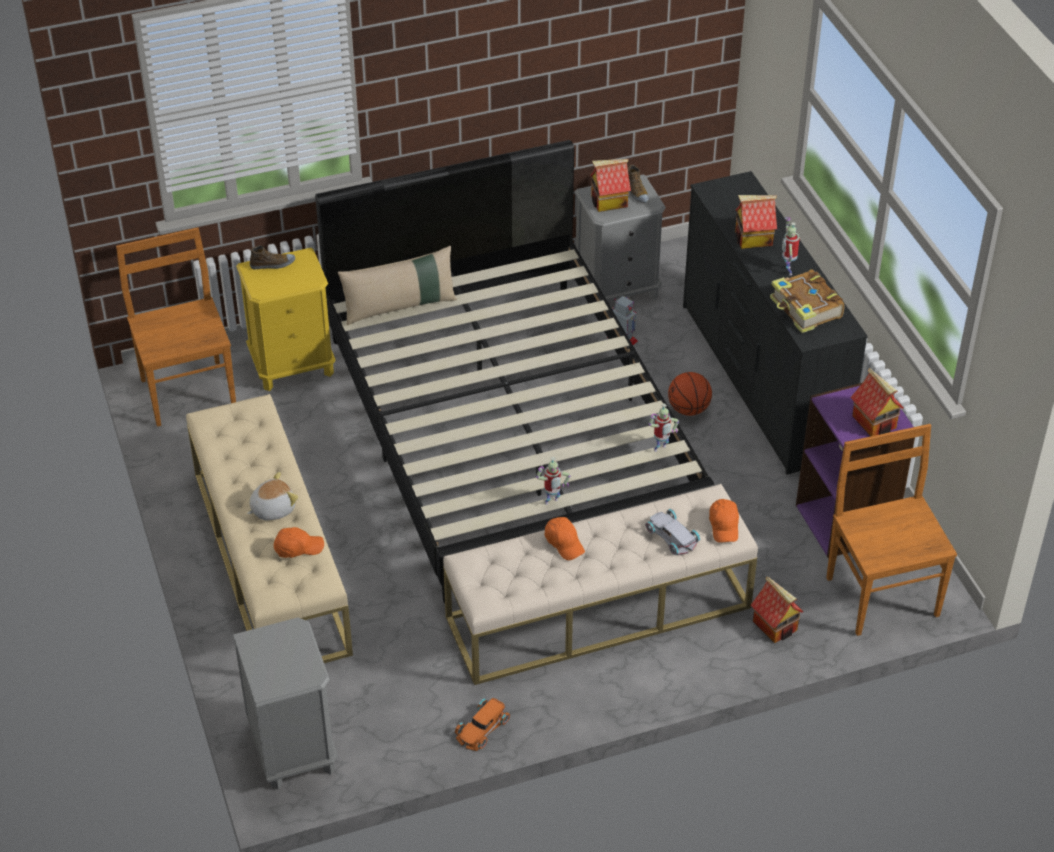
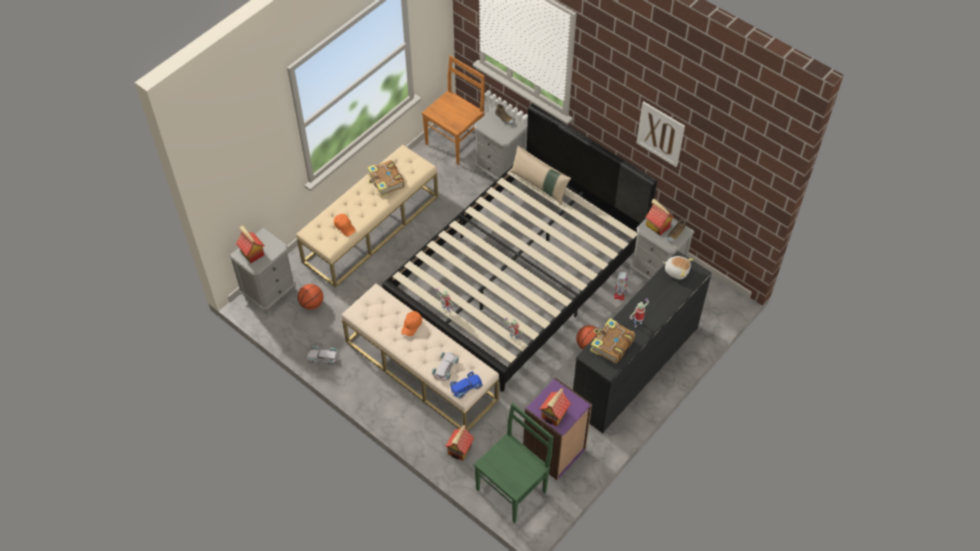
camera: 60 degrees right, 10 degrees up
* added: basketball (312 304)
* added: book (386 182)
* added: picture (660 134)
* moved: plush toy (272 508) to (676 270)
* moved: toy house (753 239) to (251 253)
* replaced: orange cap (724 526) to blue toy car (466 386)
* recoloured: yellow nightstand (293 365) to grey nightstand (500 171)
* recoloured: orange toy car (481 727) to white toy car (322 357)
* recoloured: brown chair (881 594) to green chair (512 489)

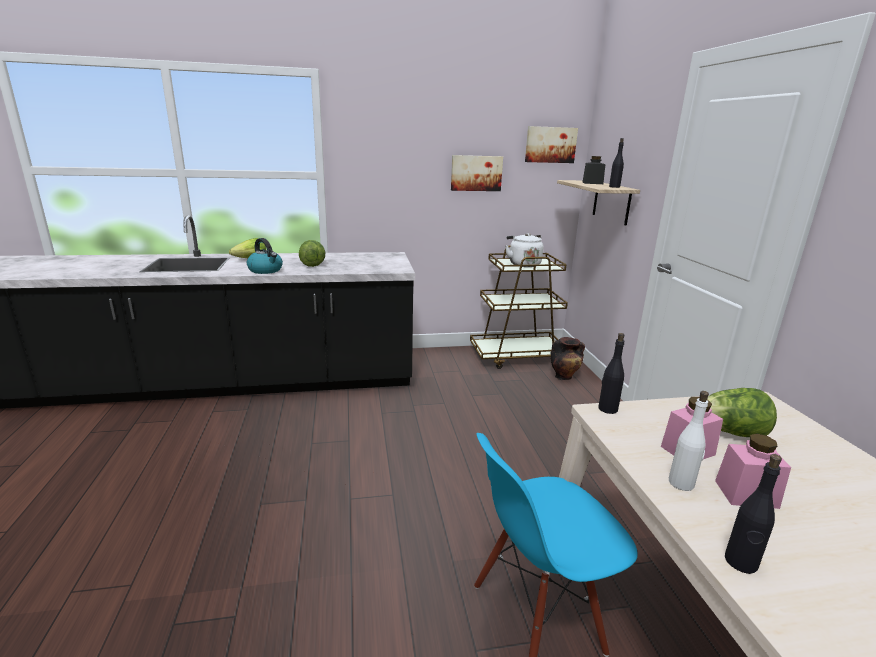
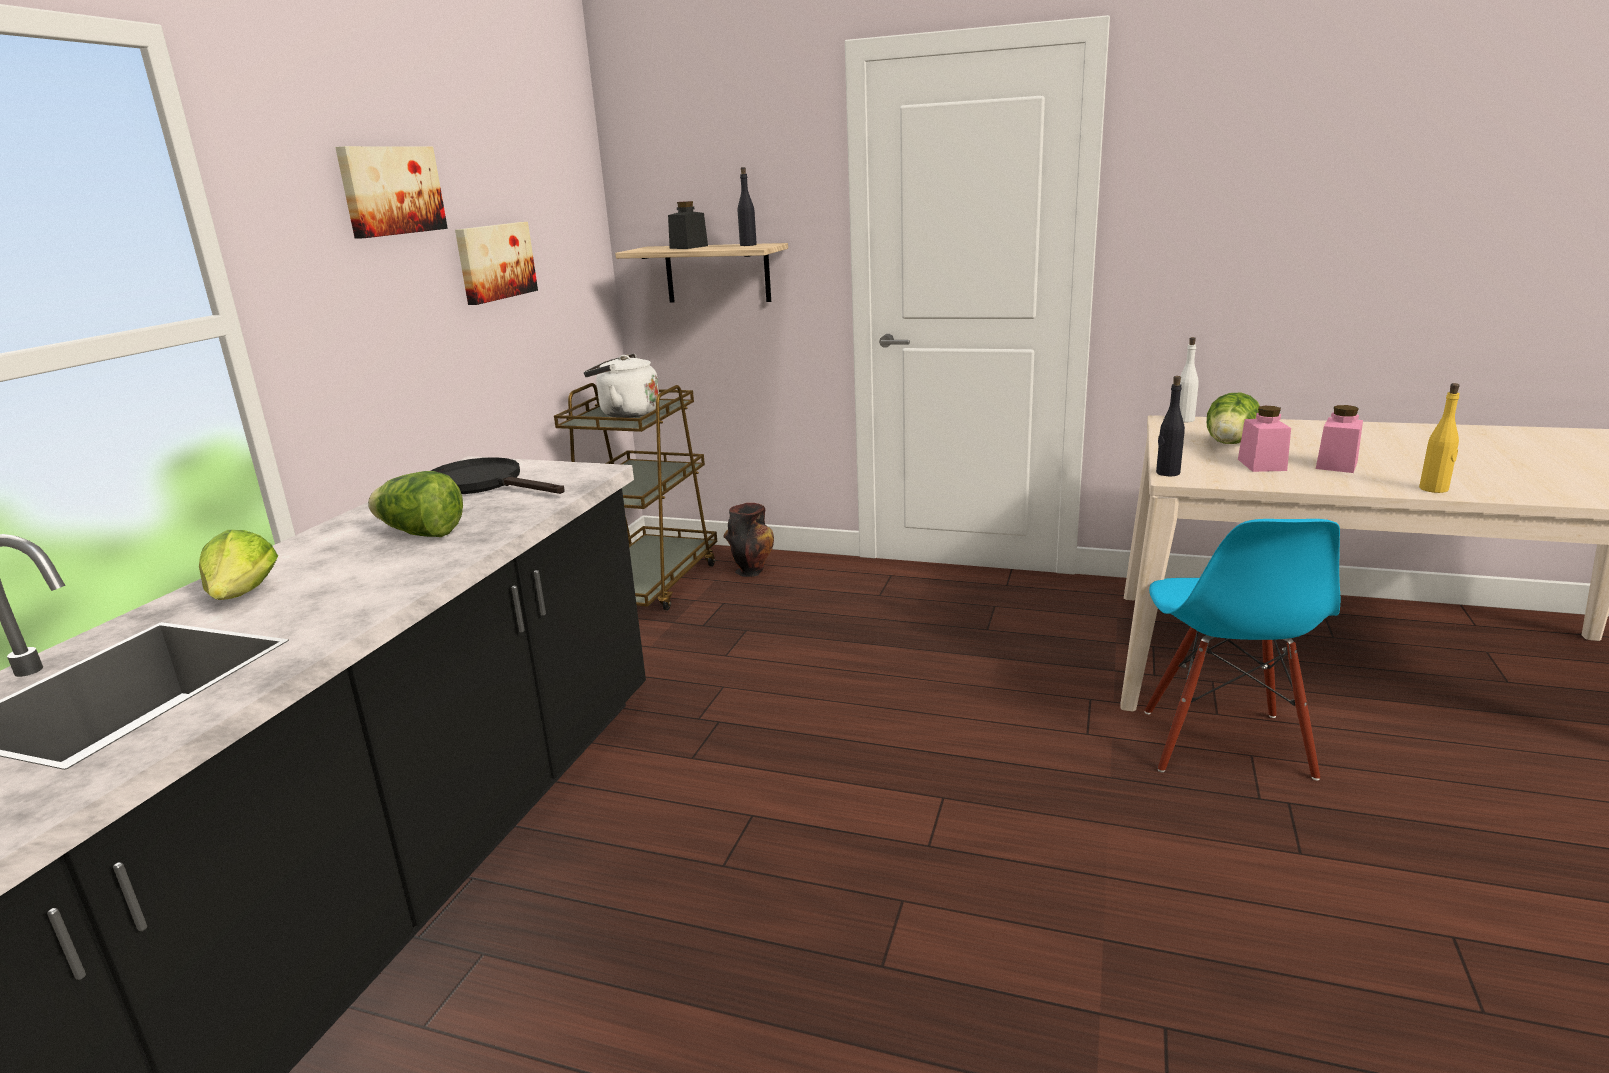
camera: 60 degrees left, 0 degrees up
* removed: kettle (266 270)
* added: black frying pan (485 484)
* moved: picture (550 145) to (390 191)
* moved: white bottle (681 483) to (1184 420)
* recoloured: black bottle (740 562) to yellow bottle (1434 489)

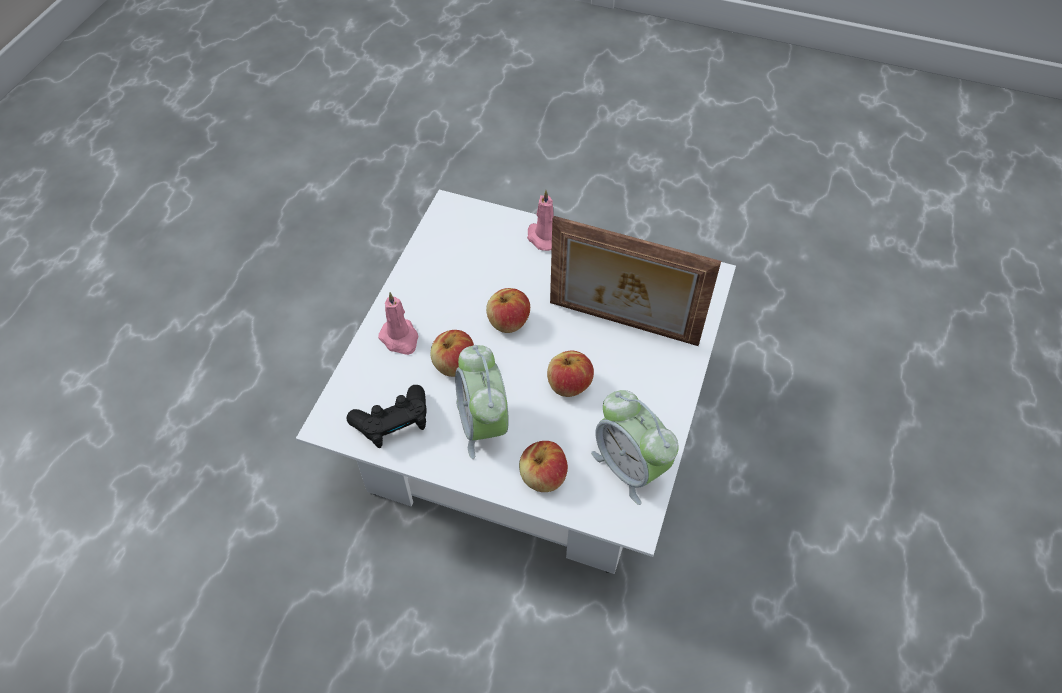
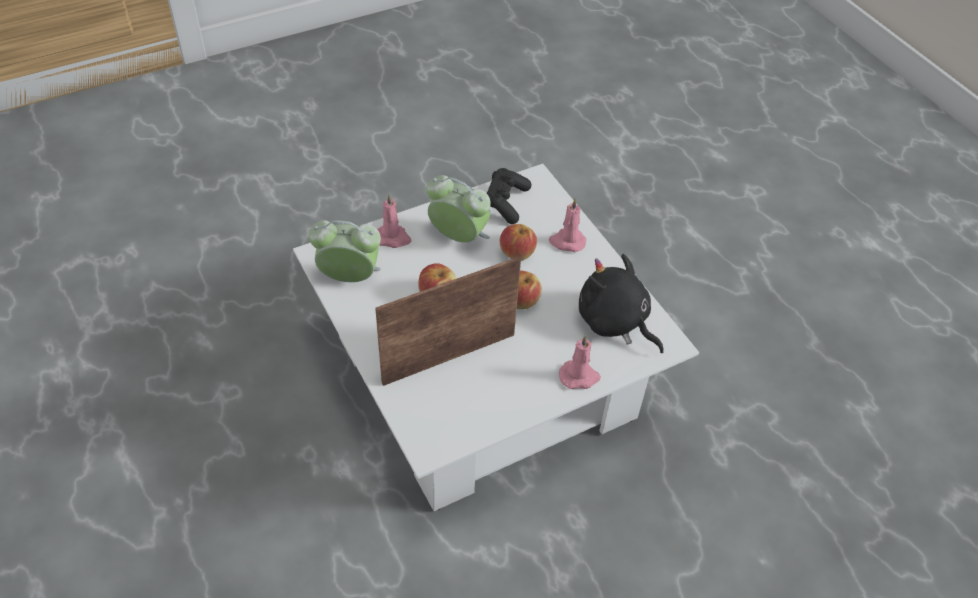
camera: 130 degrees right, 5 degrees down
* added: black plush toy (615 322)
* replaced: apple (543 476) to pink candle (393 238)

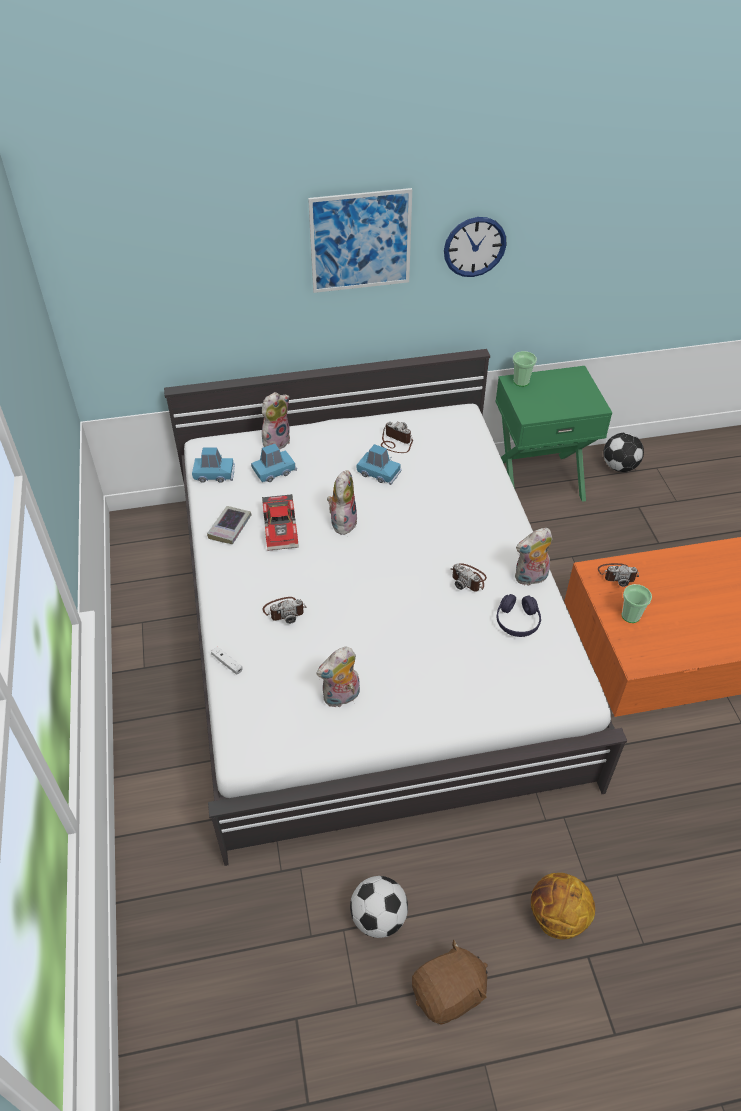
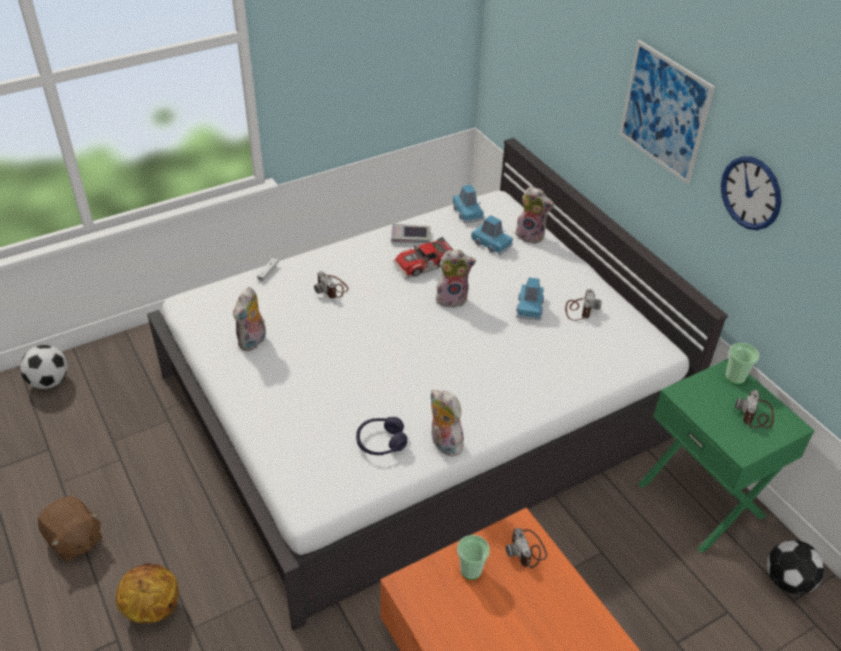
camera: 70 degrees right, 5 degrees down
* moved: football (378 917) to (49 382)
* moved: photo camera (468 579) to (756 414)
* turned: plush toy (341 697) = (253 342) 105 degrees counterclockwise

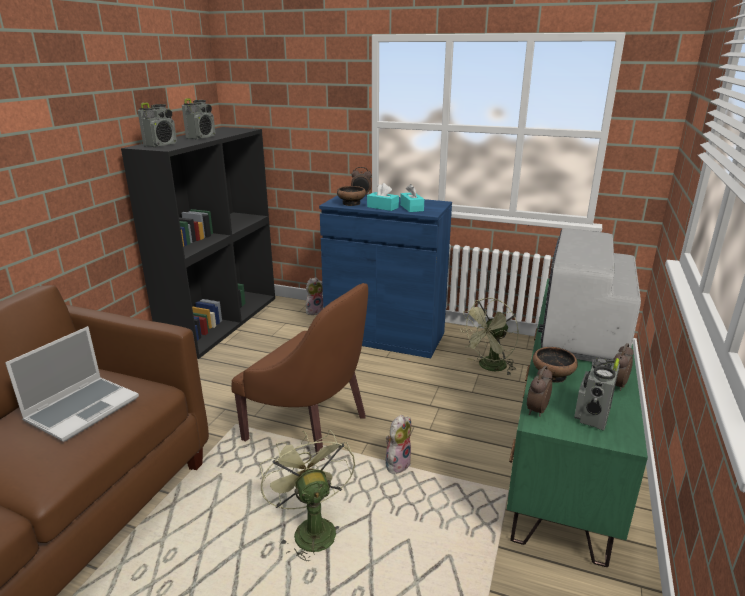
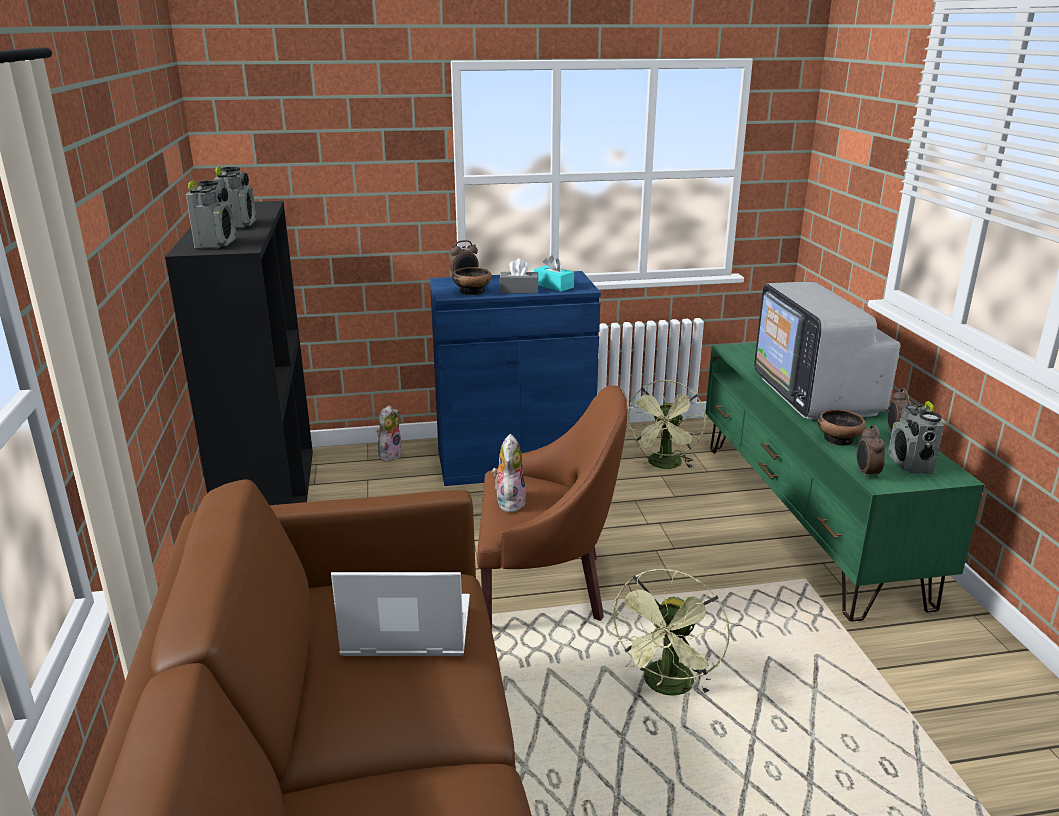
camera: 30 degrees left, 0 degrees up
* moved: plush toy (397 463) to (509 502)
* recoloured: turquoise tissue box (382 207) to grey tissue box (519 290)
* turned: laptop (83 408) = (405 629) 90 degrees counterclockwise
* turned: green fan (310 528) = (667 688) 105 degrees counterclockwise

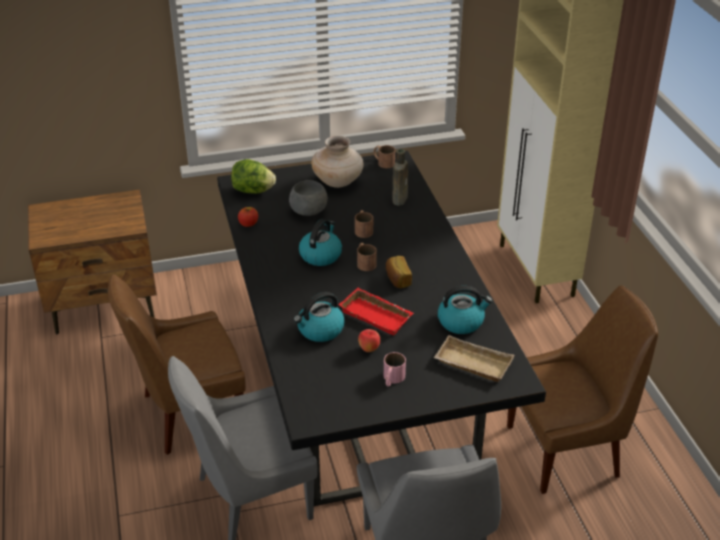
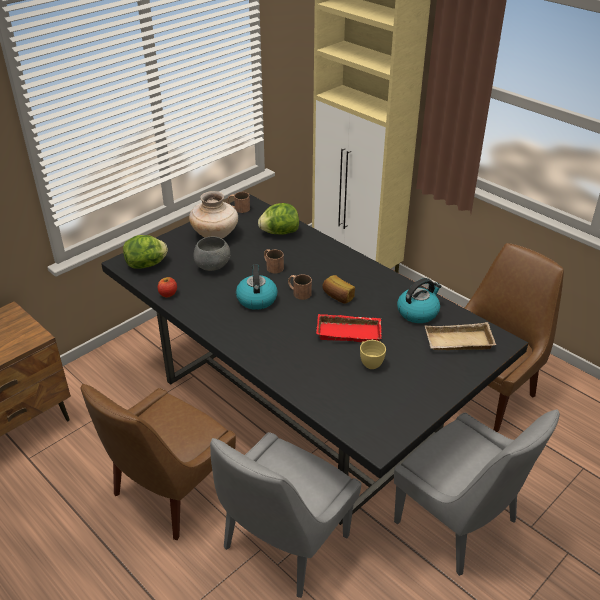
camera: 30 degrees left, 0 degrees up
* removed: kettle (320 330)
* removed: pink mug (392 379)
* replaced: apple (369 349) to yellow cup (369 362)
* replaced: brown bottle (400 199) to lettuce (279 233)

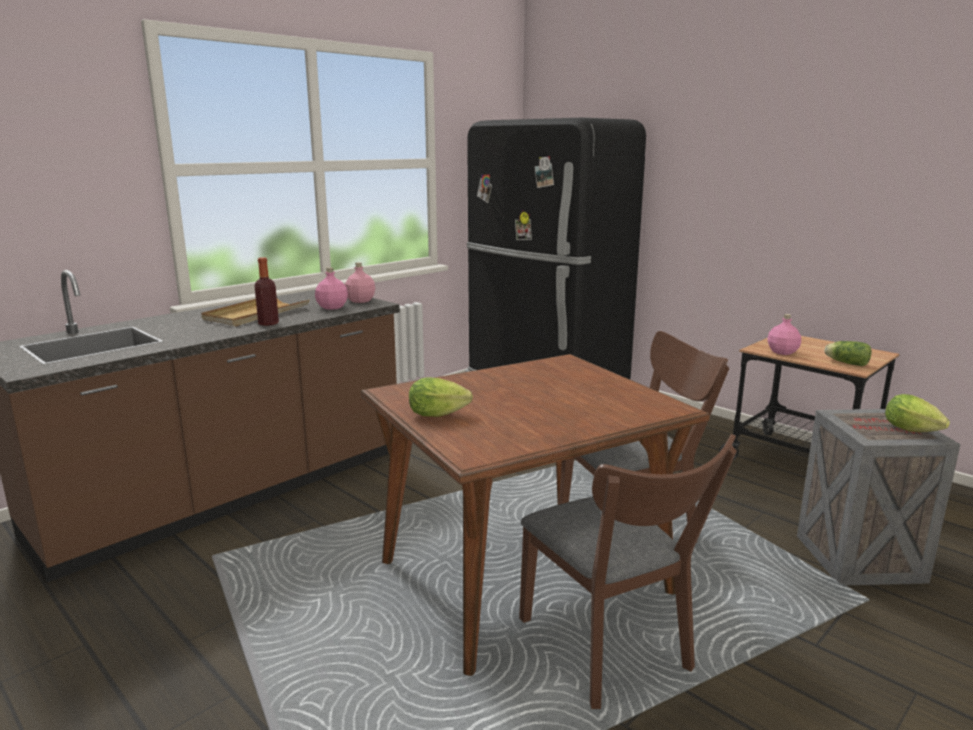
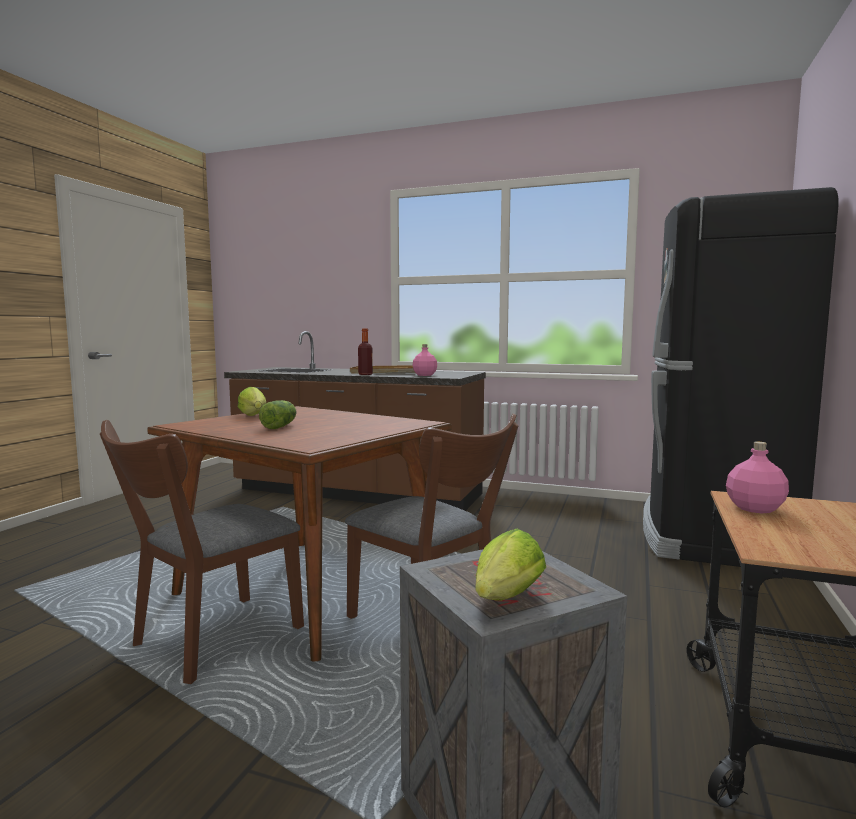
camera: 65 degrees right, 10 degrees down
* removed: pink bottle (360 301)
* moved: lettuce (845 363) to (281 426)

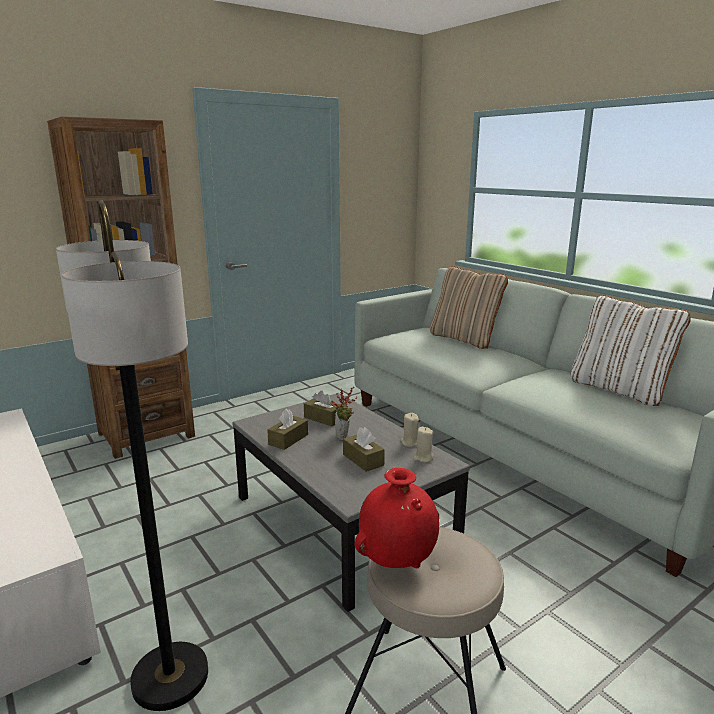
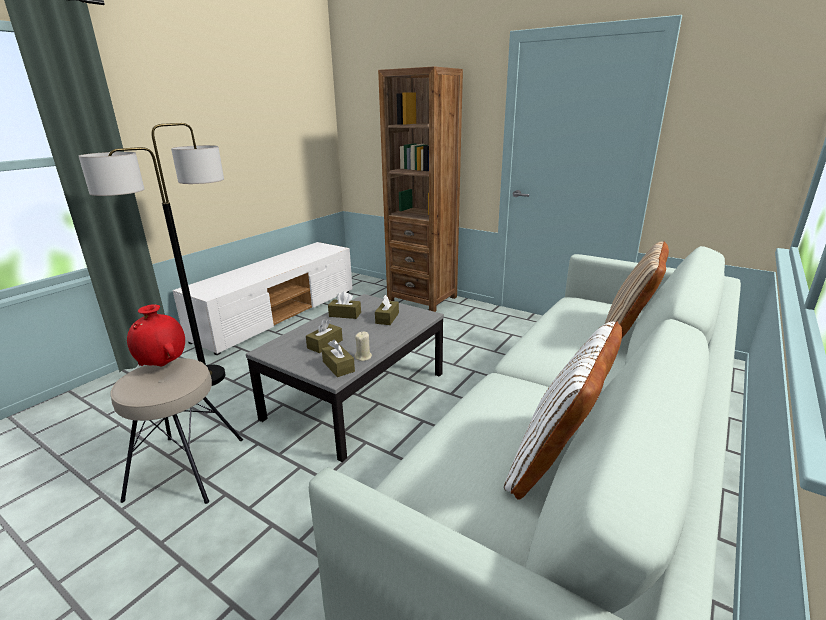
camera: 70 degrees right, 5 degrees up
* removed: potted plant (344 436)
* replaced: beige candle (423 458) to brown tissue box (338 366)

